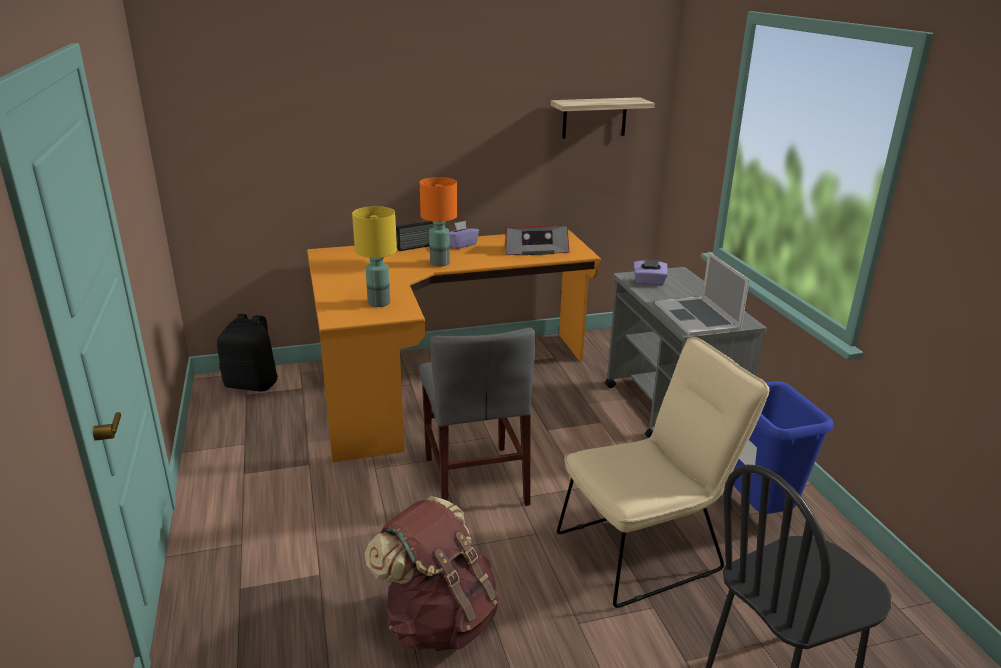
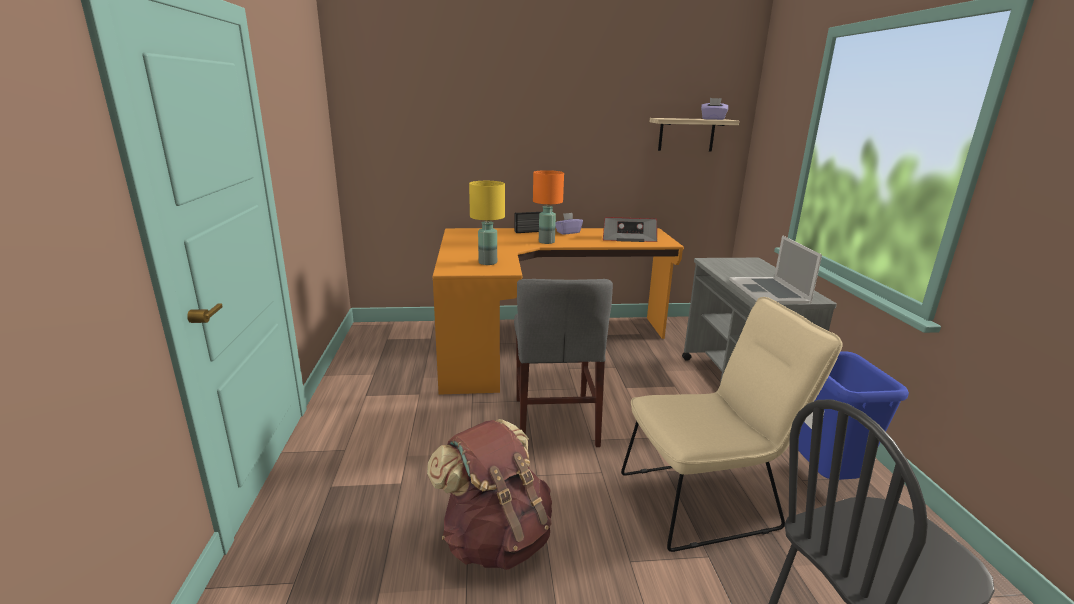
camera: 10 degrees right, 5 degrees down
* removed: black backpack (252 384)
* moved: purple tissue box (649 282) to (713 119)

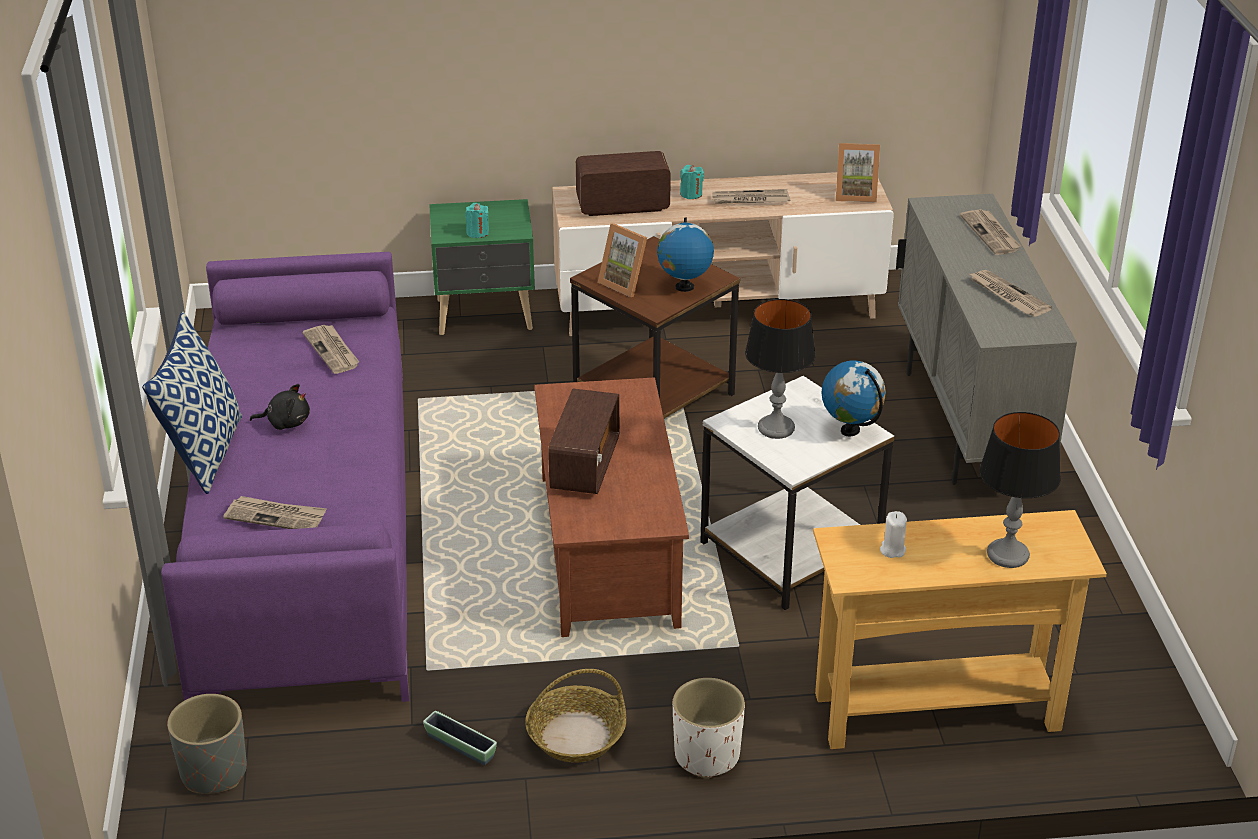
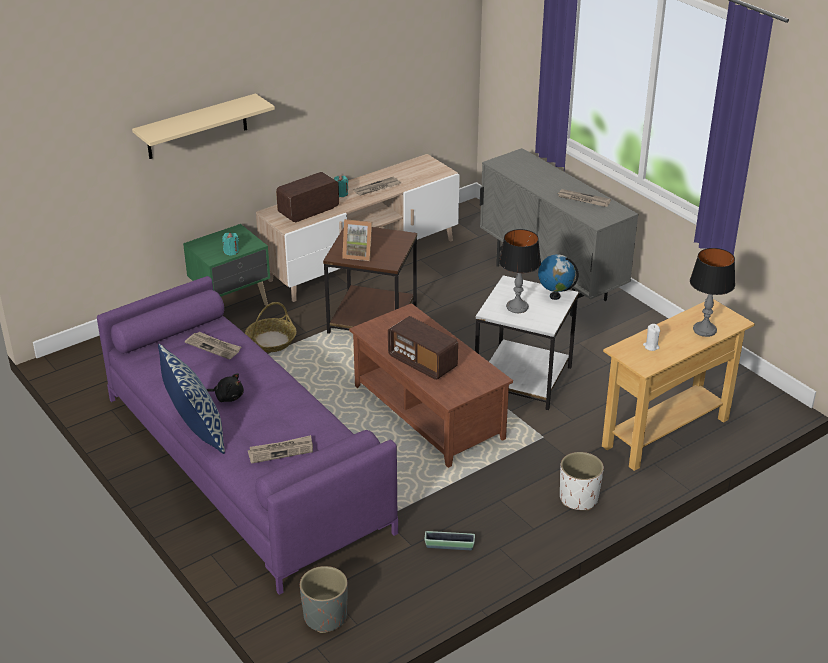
camera: 30 degrees left, 0 degrees up
* removed: globe (684 287)
* removed: picture frame (855 194)
* removed: newspaper (991 234)
* added: beige shelf (197 127)
* moved: basket (576 735) to (271 341)
* turned: black plush toy (286 422) = (228 397) 45 degrees clockwise
* turned: radio (584 465) = (422 363) 150 degrees clockwise

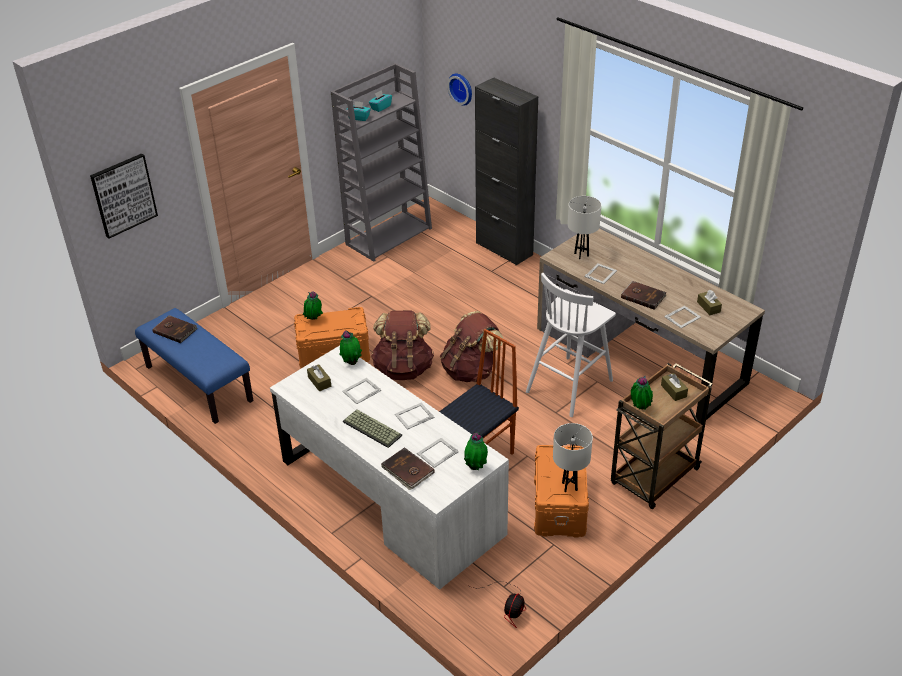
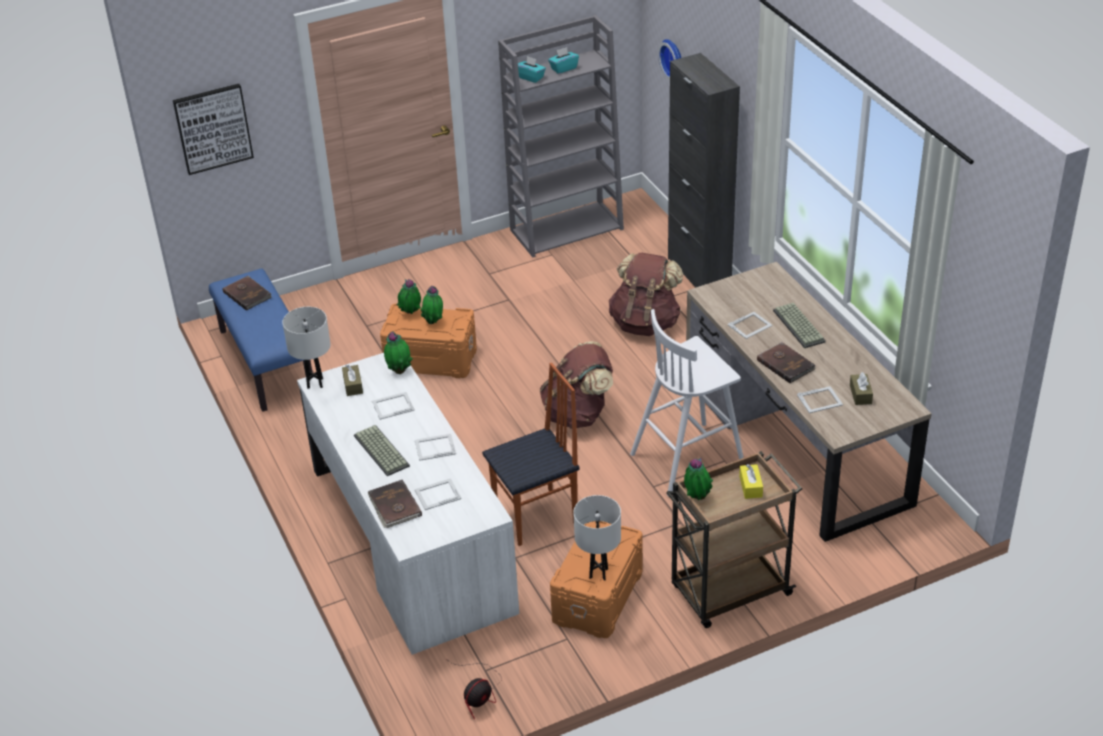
camera: 20 degrees right, 0 degrees up
* added: keyboard (800 326)
* moved: brown backpack (403 368) to (645 323)
* moved: potted plant (476 467) to (434 323)
* moved: white table lamp (581 254) to (315 383)
* recoloured: brown tissue box (673 391) to yellow tissue box (750 486)

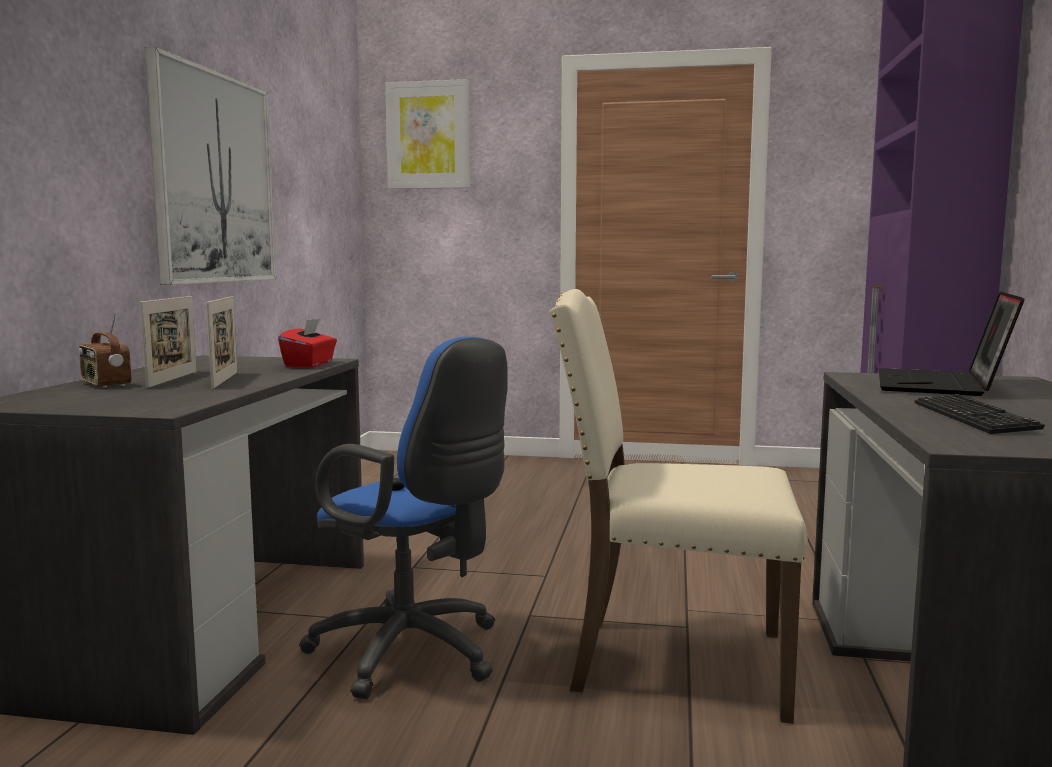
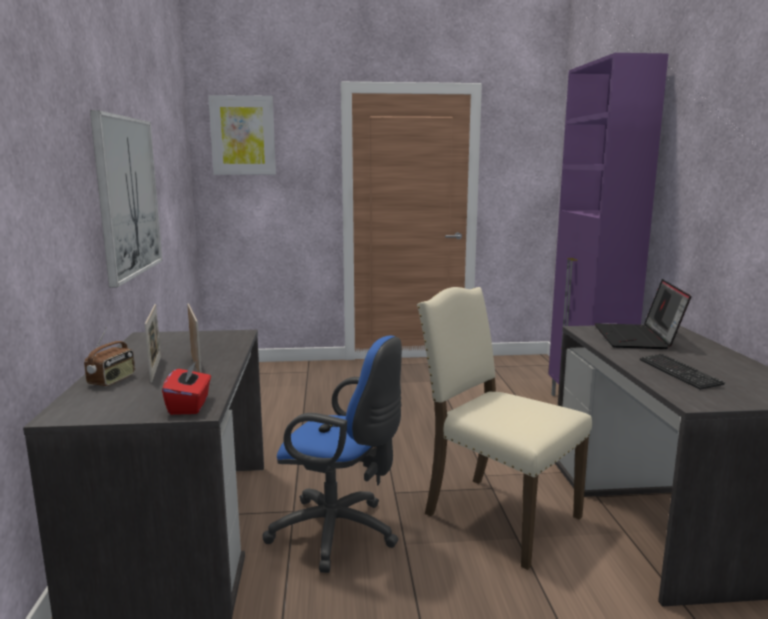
camera: 15 degrees left, 5 degrees up
* moved: red tissue box (309 364) to (189 406)
* turned: radio (105 384) = (112 380) 105 degrees counterclockwise
* turned: beige chair (673 663) = (497 515) 45 degrees clockwise

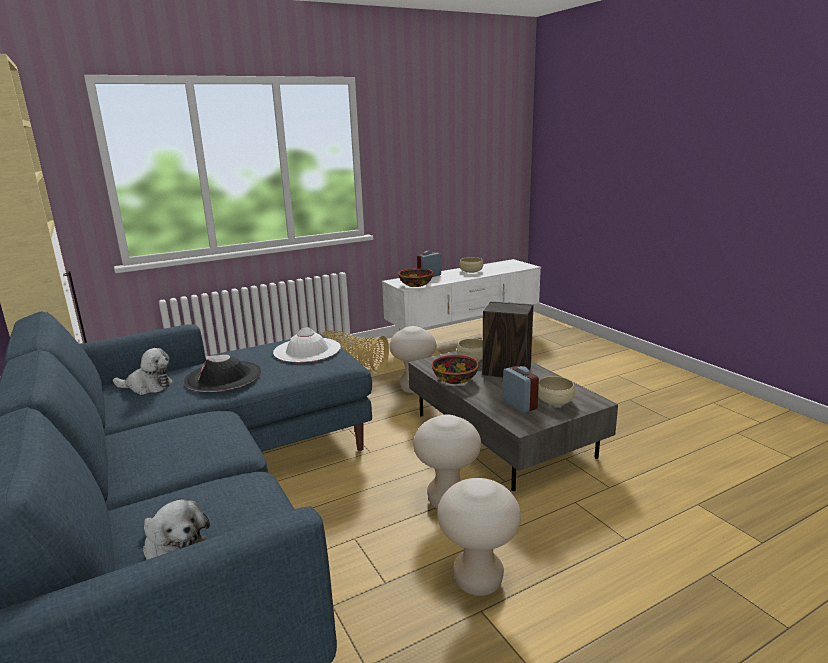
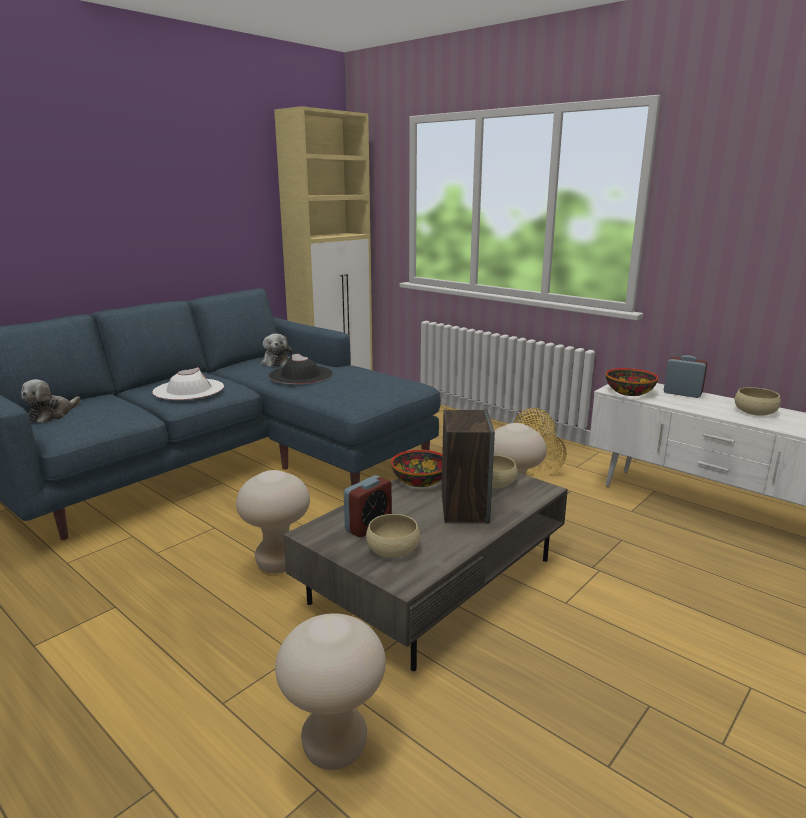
camera: 70 degrees right, 0 degrees up
* moved: white hat (307 350) to (188 390)
* moved: beige stool (478 581) to (335 747)

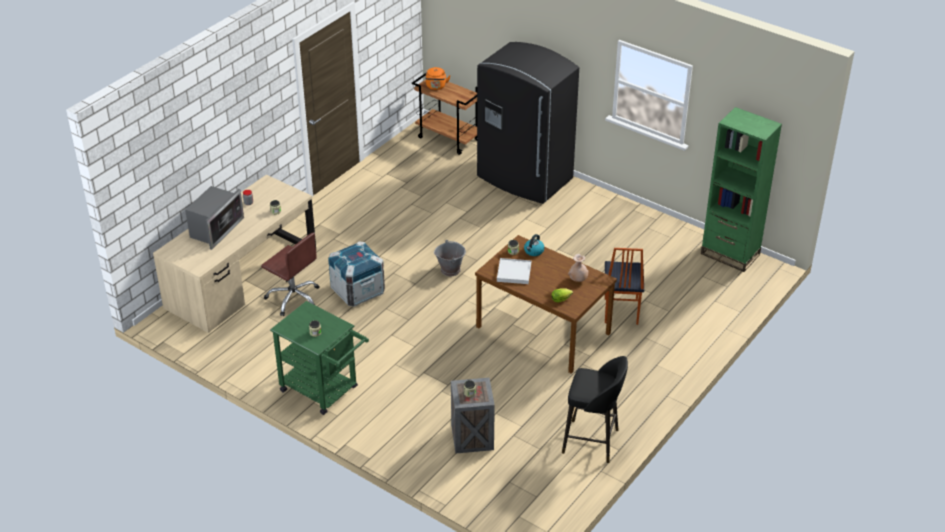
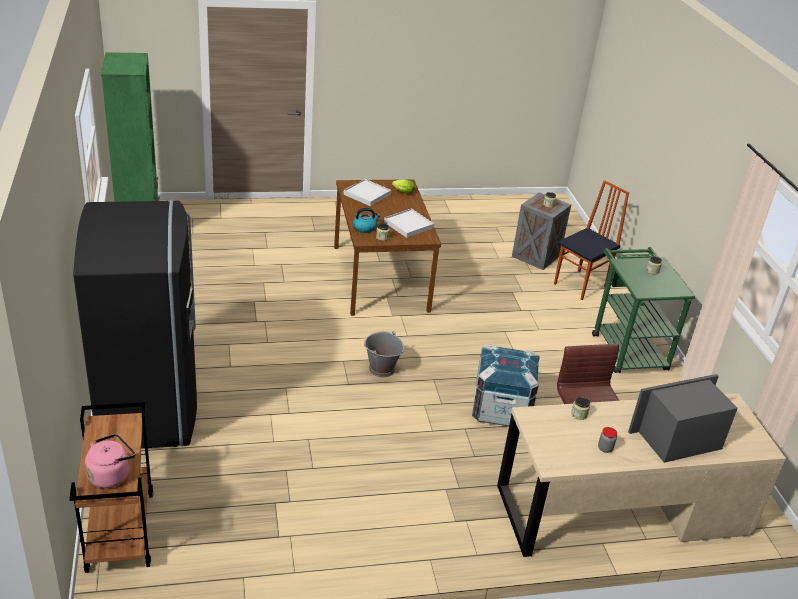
camera: 140 degrees left, 5 degrees down
* removed: black stool (592 442)
* moved: chair (620 311) to (581 285)
* replaced: beige vase (577 280) to white tray (367 194)
* recoloured: orange kettle (436 87) to pink kettle (111 475)

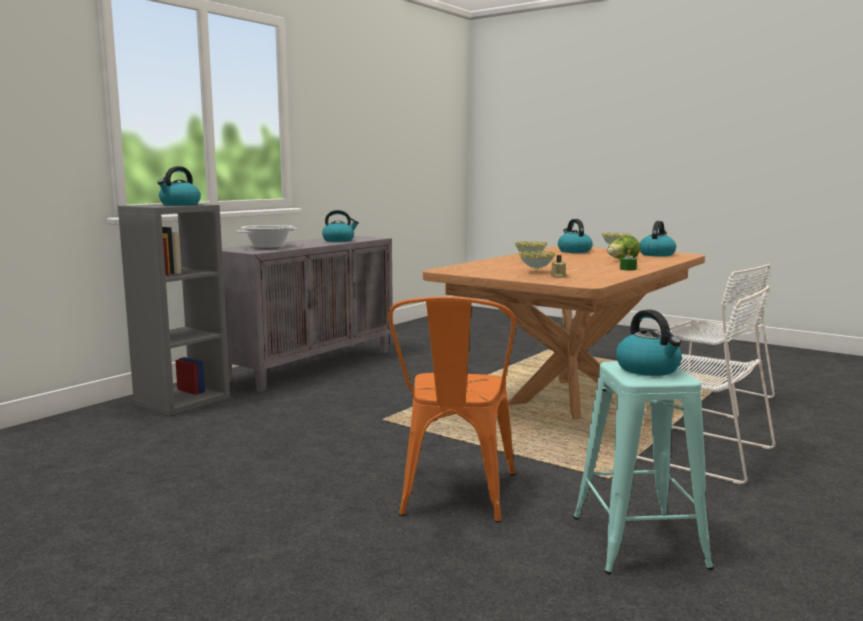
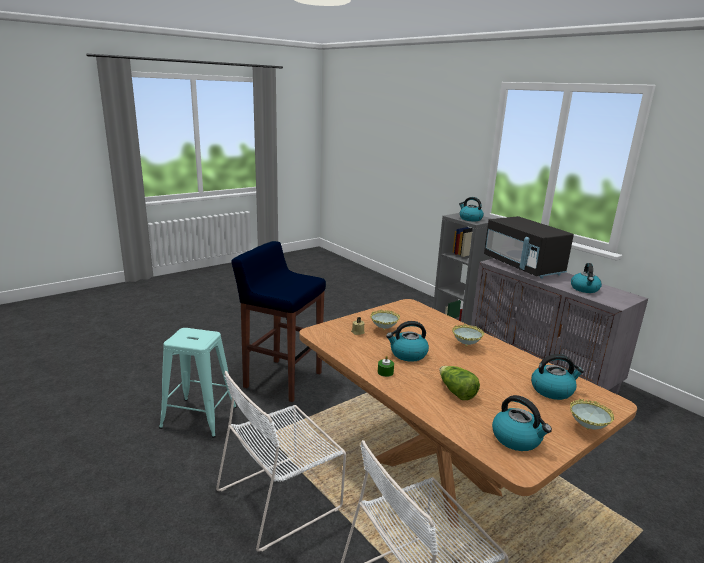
camera: 105 degrees right, 10 degrees up
* moved: kettle (649 369) to (408 354)
* replaced: cooking pot (268 247) to black microwave (522 266)
* replaced: orange chair (454 497) to blue stool (282 379)

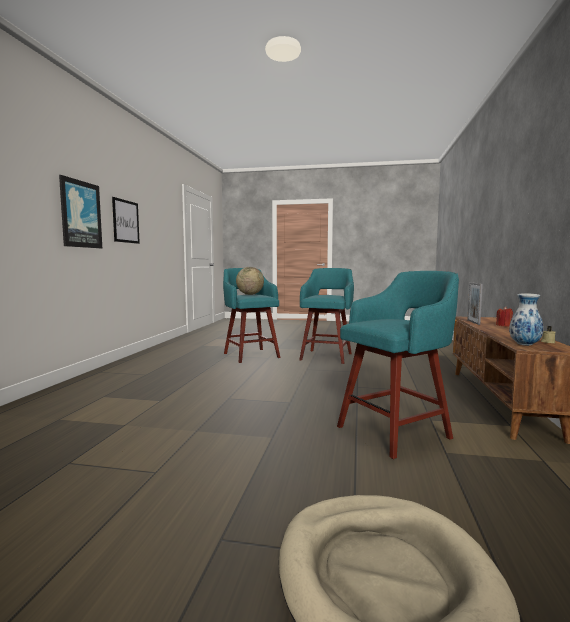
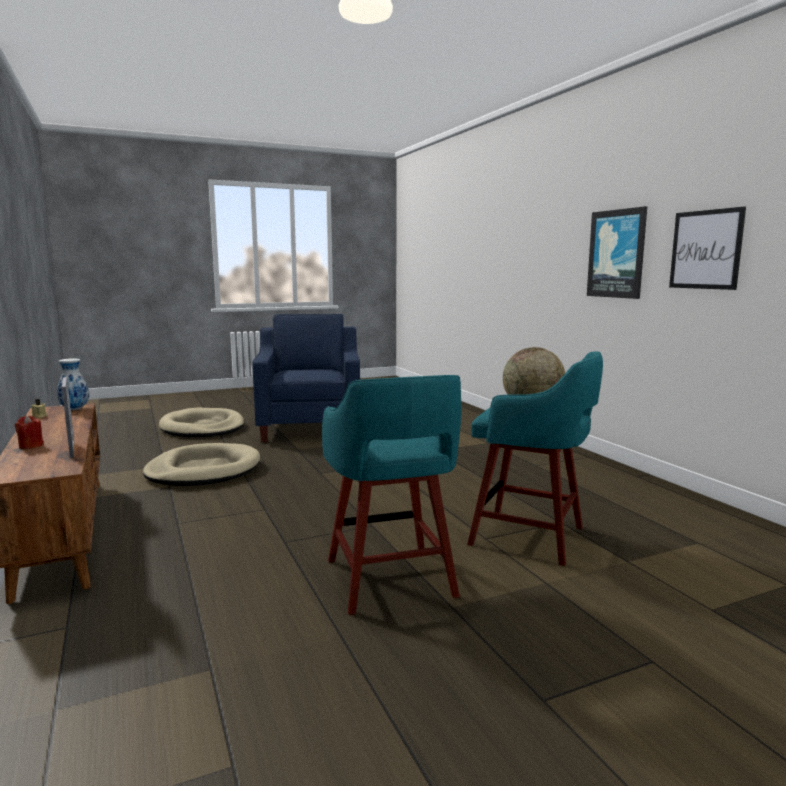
camera: 145 degrees right, 5 degrees up
* added: blue armchair (311 427)
* replaced: turquoise stool (396 431) to beige dog bed (203 470)

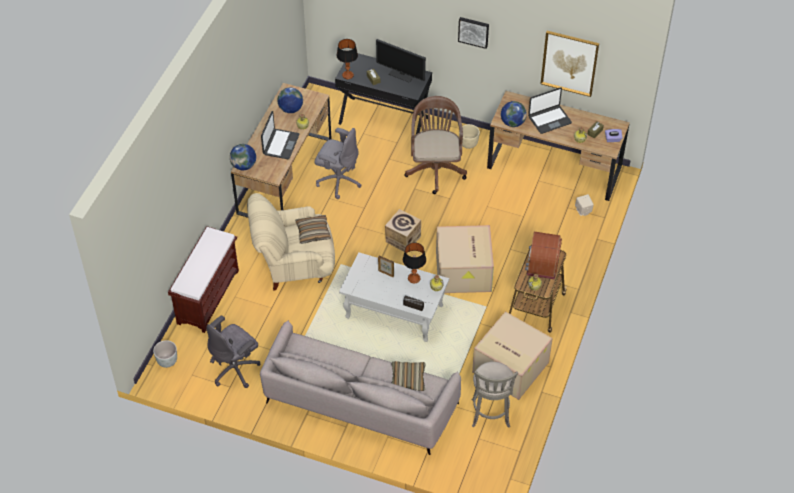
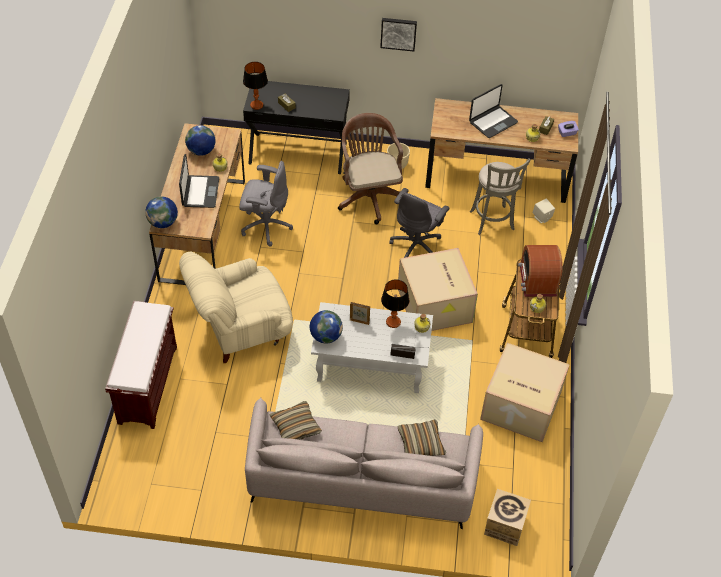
camera: 15 degrees left, 0 degrees up
* removed: grey planter (167 361)
* removed: monitor (402 74)
* removed: picture (569 63)
* moved: grey office chair (235 369) to (417 246)
* moved: pillow (313 232) to (295 427)
* moved: cardboard box (403 239) to (504 525)
* moved: grey stool (490 415) to (492 222)
* moved: globe (512 123) to (326 336)

